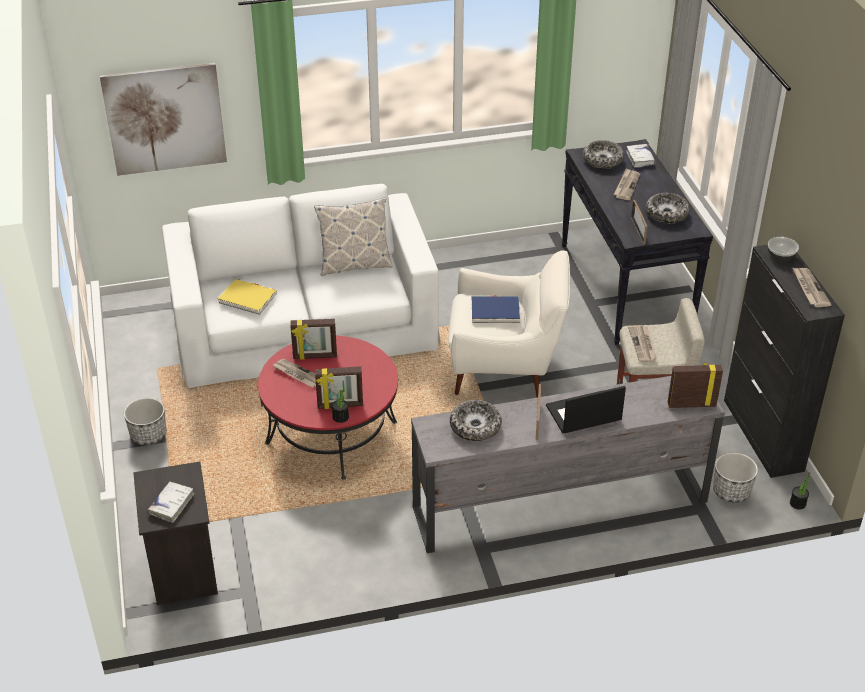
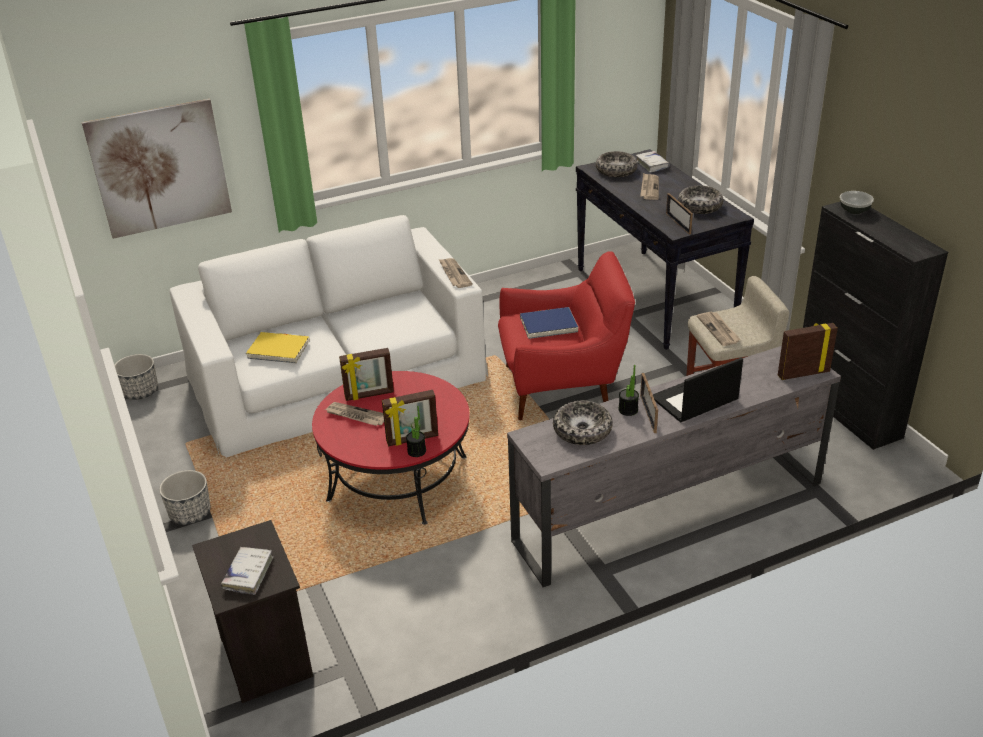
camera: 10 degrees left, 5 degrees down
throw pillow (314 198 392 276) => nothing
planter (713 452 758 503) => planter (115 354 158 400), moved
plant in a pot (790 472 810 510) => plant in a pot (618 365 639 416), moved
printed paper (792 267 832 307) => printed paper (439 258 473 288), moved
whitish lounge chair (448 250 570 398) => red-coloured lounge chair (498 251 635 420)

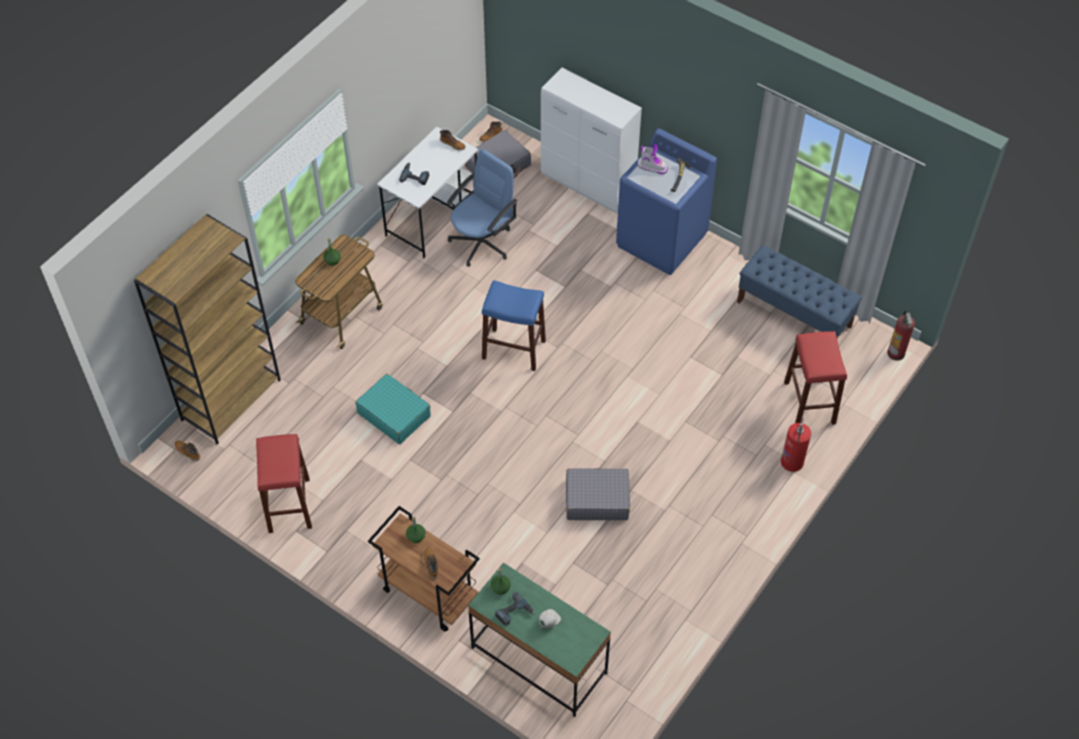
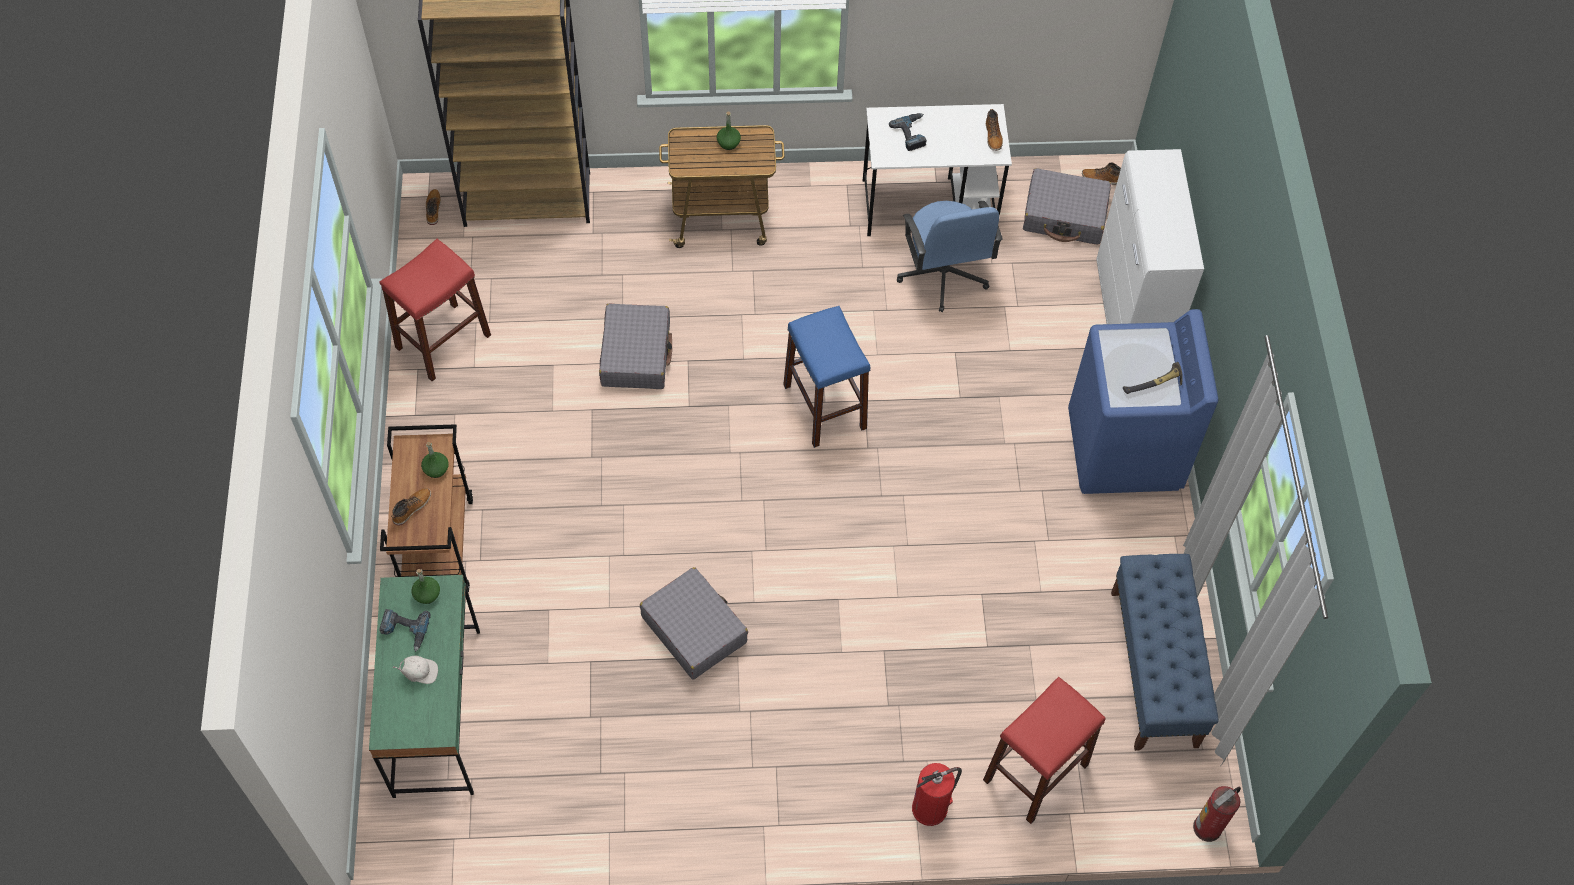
camera: 50 degrees right, 5 degrees up
boot (638 144 668 174) => nothing
blue-green piece of luggage (355 374 431 444) => greyish piece of luggage (599 304 672 389)
blue computer chair (447 149 518 267) => blue computer chair (897 201 1003 312), 75 degrees clockwise

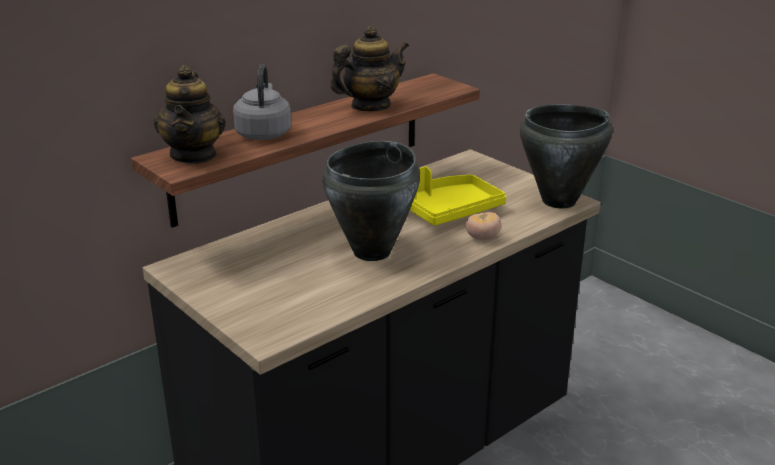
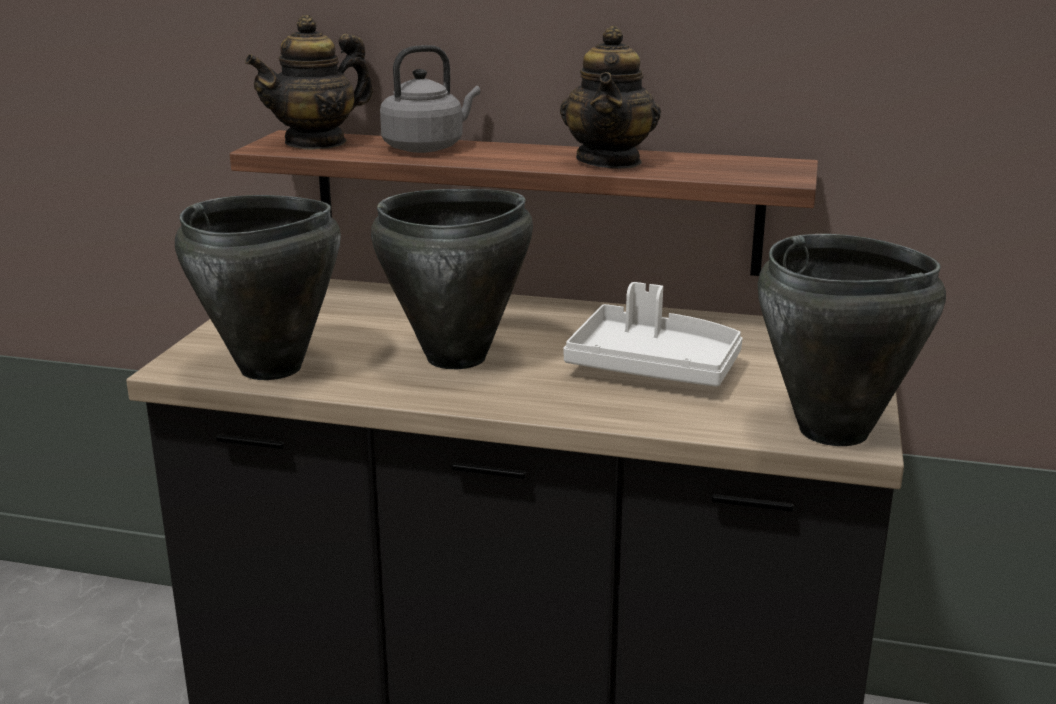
camera: 55 degrees right, 5 degrees down
whole tomato (466 212 501 241) => nothing
nothing => black-coloured saucepot (175 195 341 380)
yellow-coloured tray (410 167 506 226) => whitish tray (563 282 743 387)
pot for tea (330 26 409 111) => pot for tea (560 26 661 169), 75 degrees clockwise

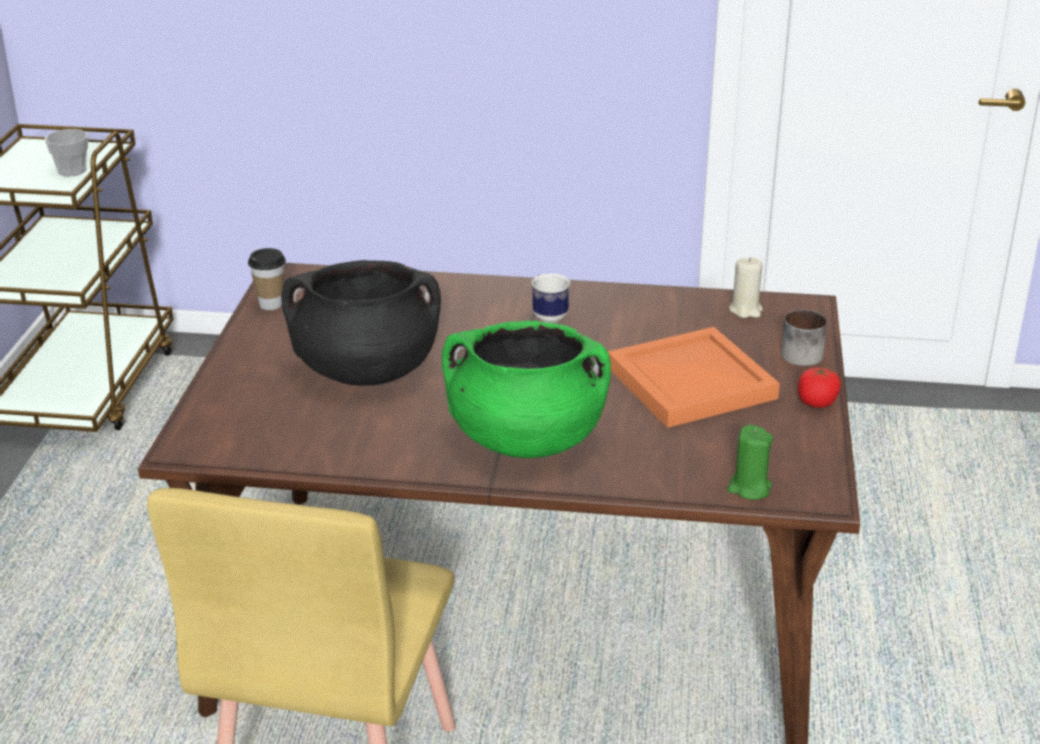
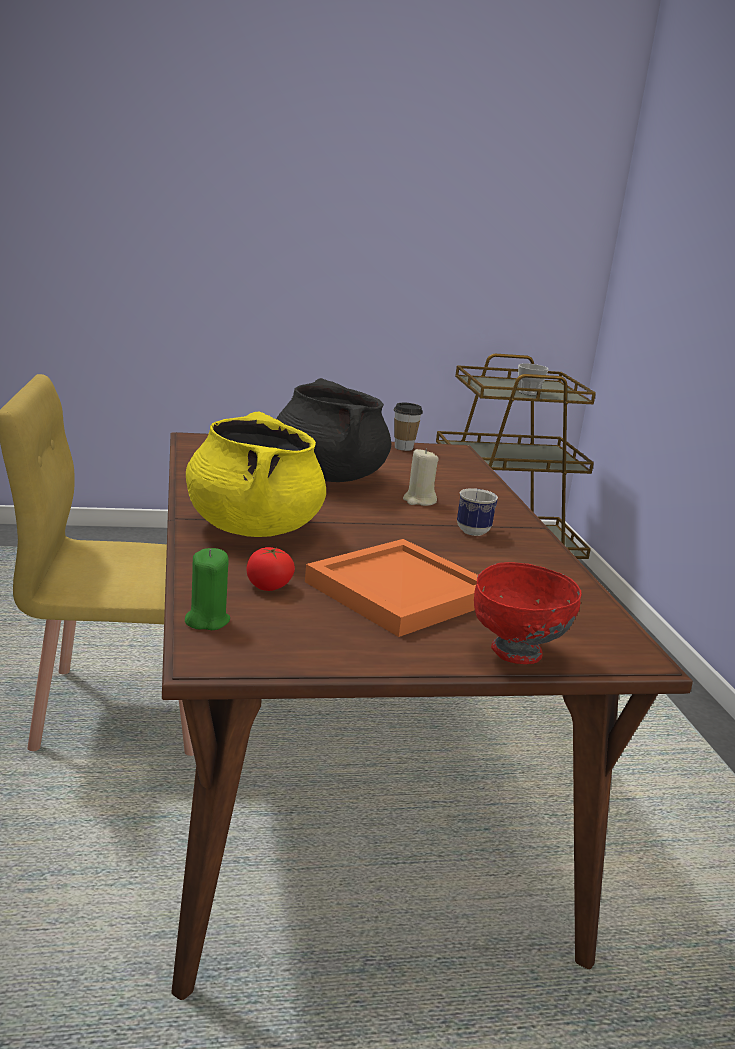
camera: 70 degrees right, 10 degrees down
beige-coloured candle (729 257 763 318) => beige-coloured candle (403 449 439 506), moved
whole tomato (798 367 841 408) => whole tomato (246 547 295 591), moved
tea mug (781 309 827 366) => red-coloured bowl (474 562 581 664)
green-coloured saucepot (442 321 611 458) => yellow-coloured saucepot (186 412 326 537)

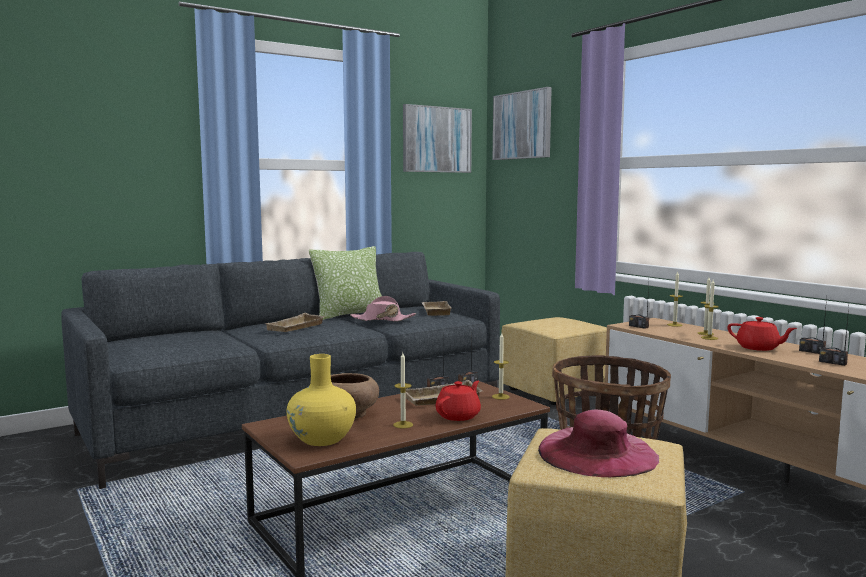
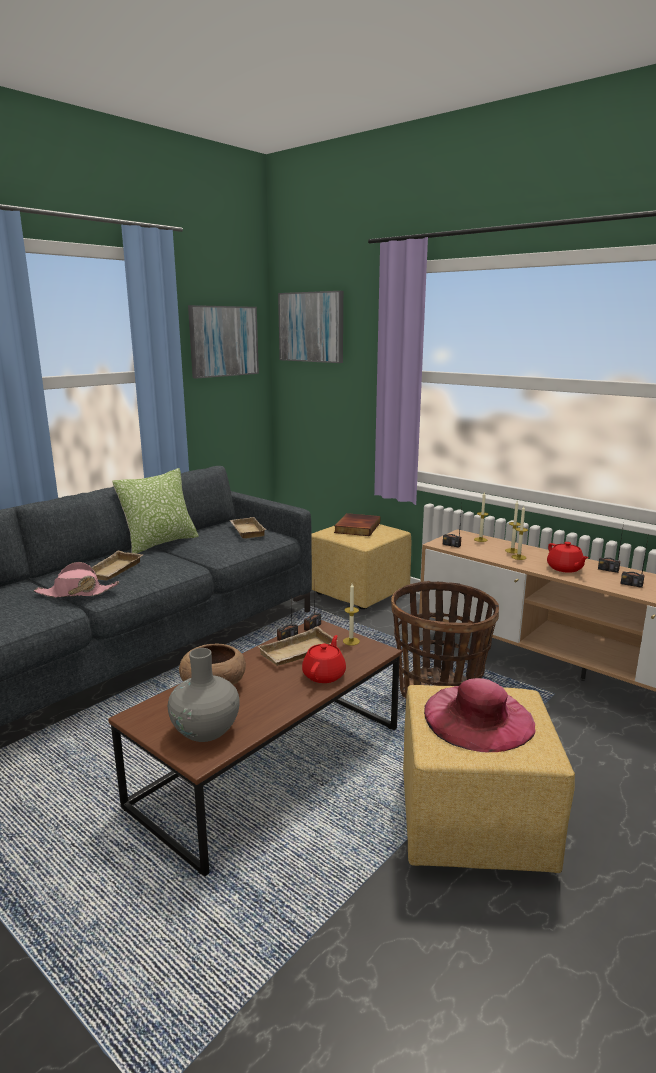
camera: 15 degrees left, 10 degrees up
candle (393 353 413 428) => nothing
nothing => volume (334 513 380 536)
pink-coloured clothing hat (350 296 416 322) => pink-coloured clothing hat (34 562 119 598), moved
yellow-coloured flower vase (287 354 356 446) => greyish flower vase (168 648 240 742)
red-coloured pot for tea (728 317 797 351) => red-coloured pot for tea (547 542 589 573), 45 degrees clockwise

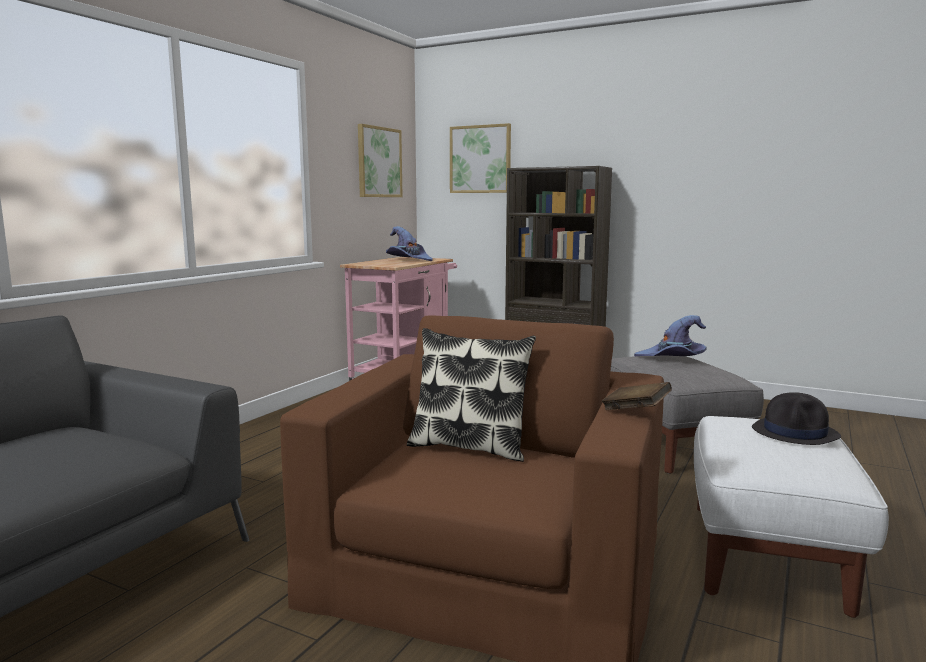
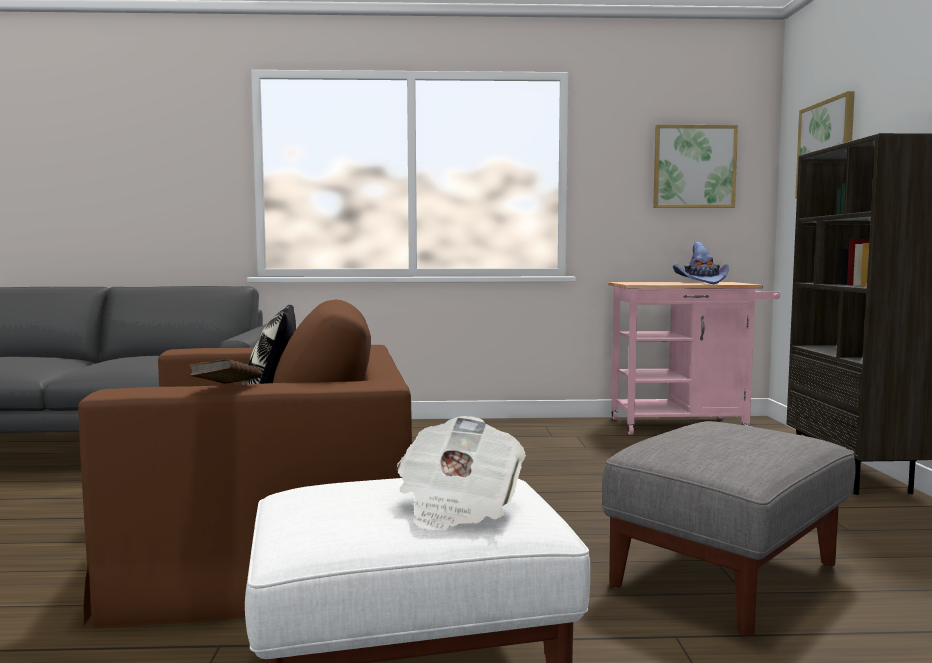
camera: 60 degrees right, 5 degrees down
purplish clothing hat (634 315 707 356) => nothing
black-coloured clothing hat (752 392 841 445) => printed paper (397 416 526 530)

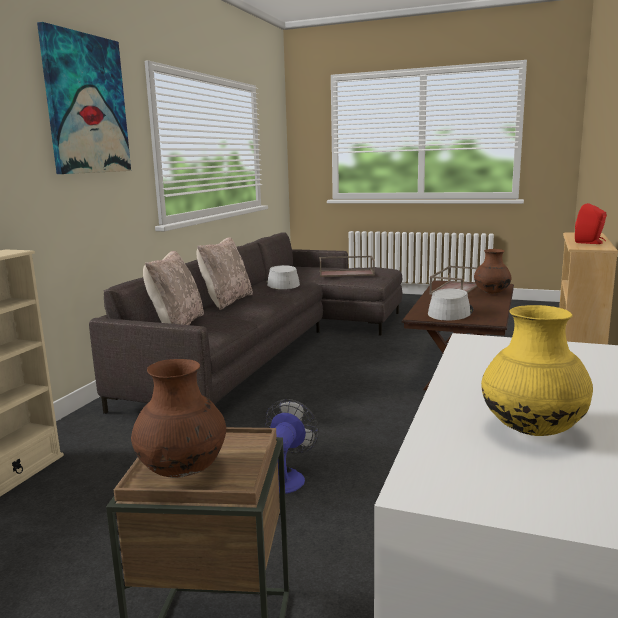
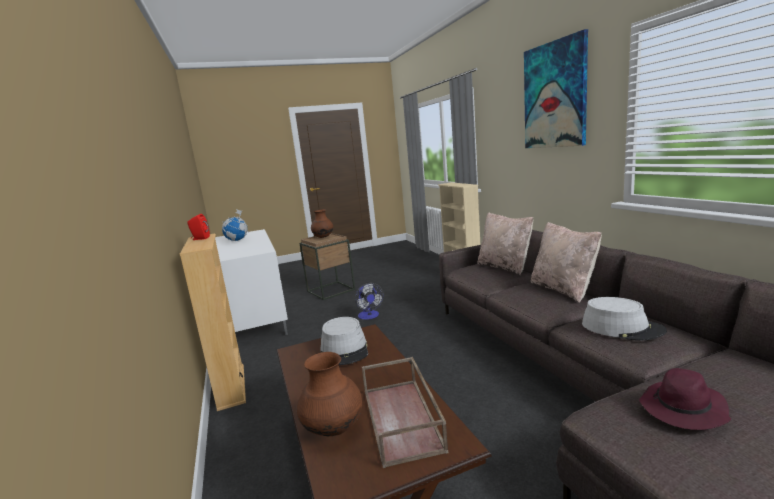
camera: 140 degrees right, 0 degrees up
brown tray (319 256 375 277) => purplish clothing hat (639 368 731 430)
yellow-coloured flower vase (481 305 593 436) => world globe (222 209 249 241)

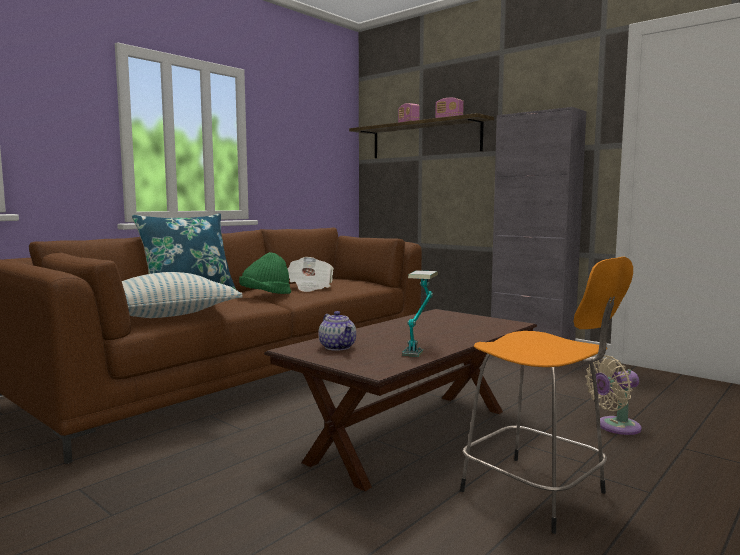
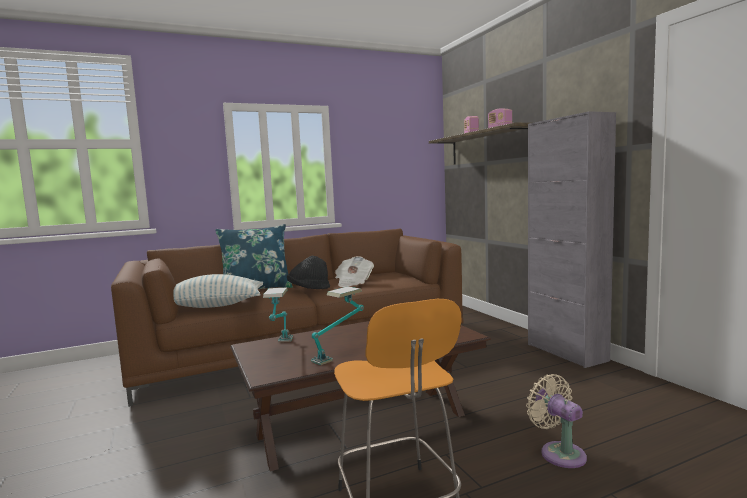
camera: 25 degrees right, 0 degrees up
pot for tea (318 311 356 351) => table lamp (263 287 293 342)
green-coloured clothing hat (239 252 291 294) => black-coloured clothing hat (287 256 330 289)
beige-coloured cooling fan (585 355 642 435) => beige-coloured cooling fan (526 374 587 468), 60 degrees clockwise

